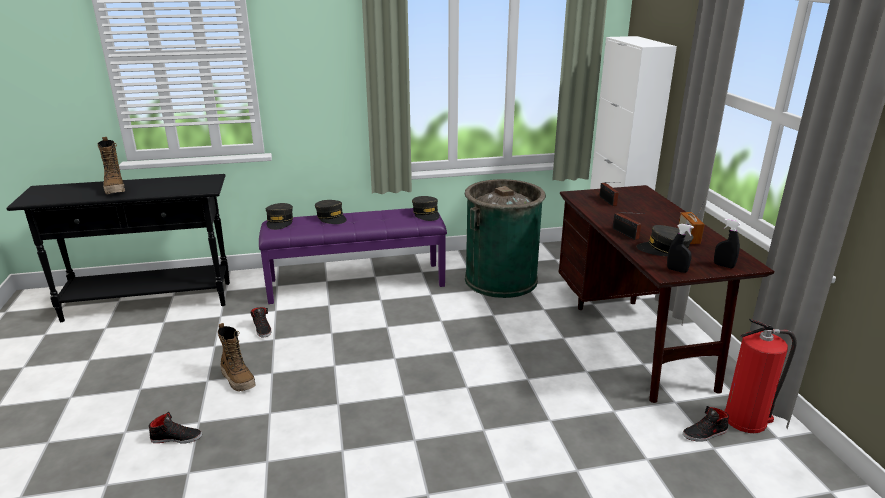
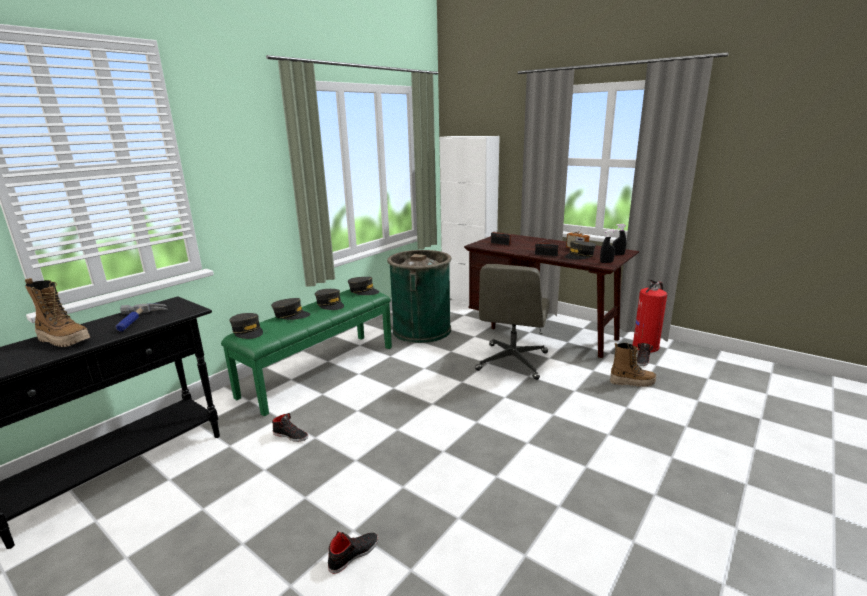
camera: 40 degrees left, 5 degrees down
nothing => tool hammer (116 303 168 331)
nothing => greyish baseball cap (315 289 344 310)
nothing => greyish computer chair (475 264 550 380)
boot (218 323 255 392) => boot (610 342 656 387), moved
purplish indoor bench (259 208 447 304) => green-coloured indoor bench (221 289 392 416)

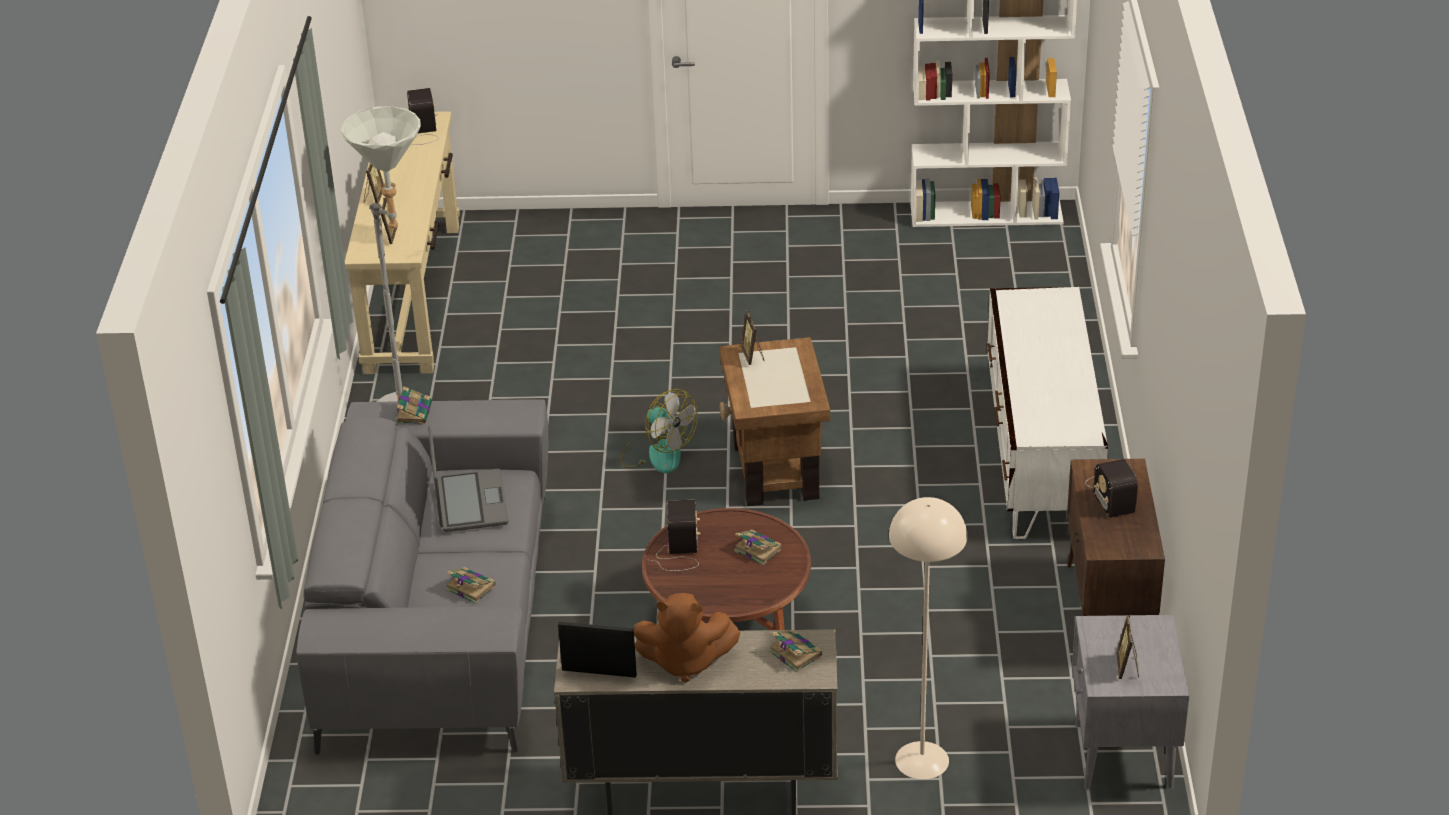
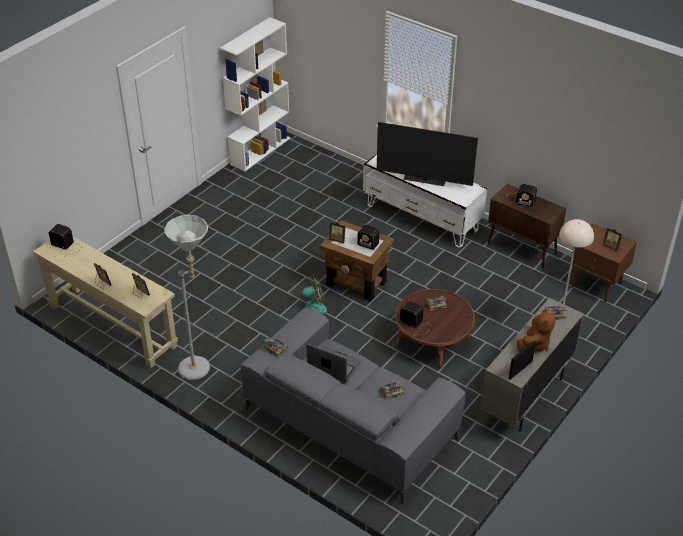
camera: 55 degrees left, 5 degrees up
nothing => radio set (349 225 379 250)
nothing => television (377 122 478 186)
greyish nightstand (1072 615 1190 790) => brown nightstand (570 223 637 303)

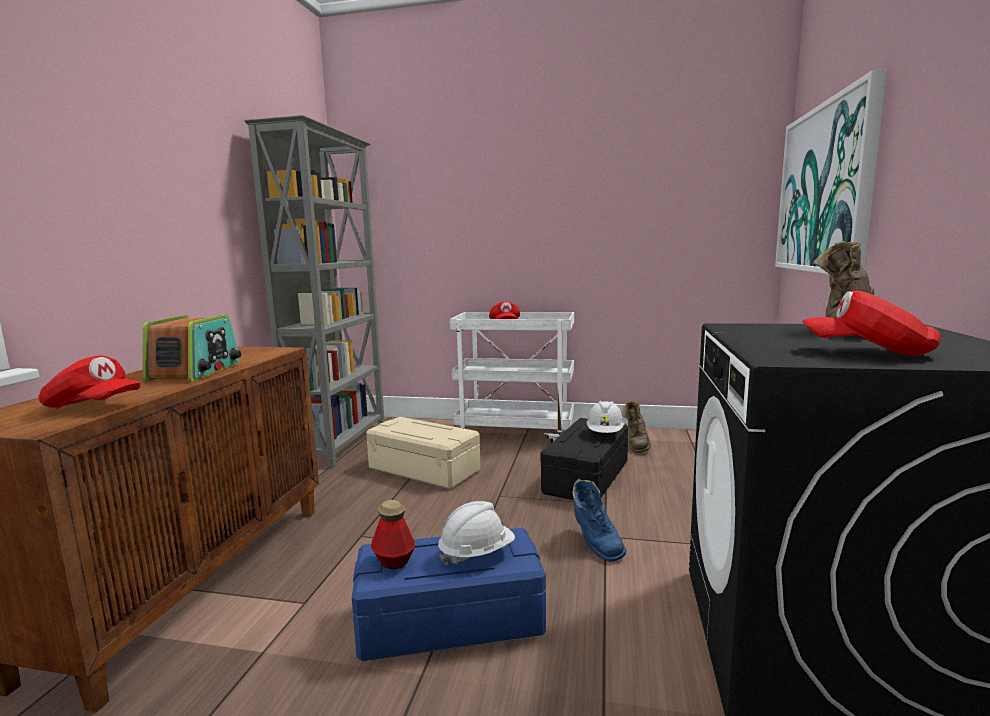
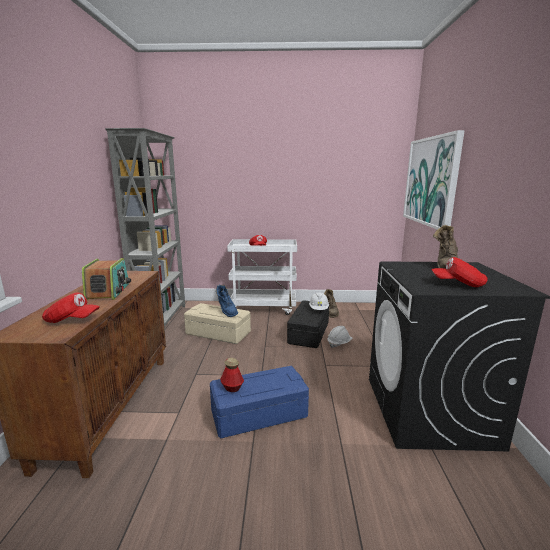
camera: 10 degrees left, 5 degrees up
whitish safety helmet (438 501 515 566) => whitish safety helmet (327 326 352 348), moved
blue boot (572 479 627 562) => blue boot (216 285 238 317), moved

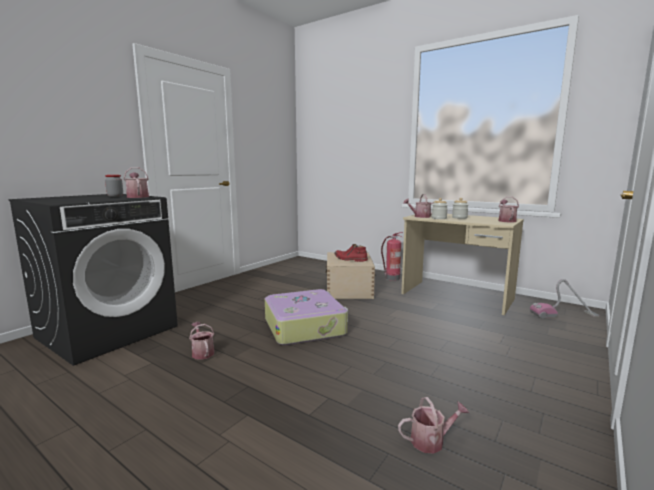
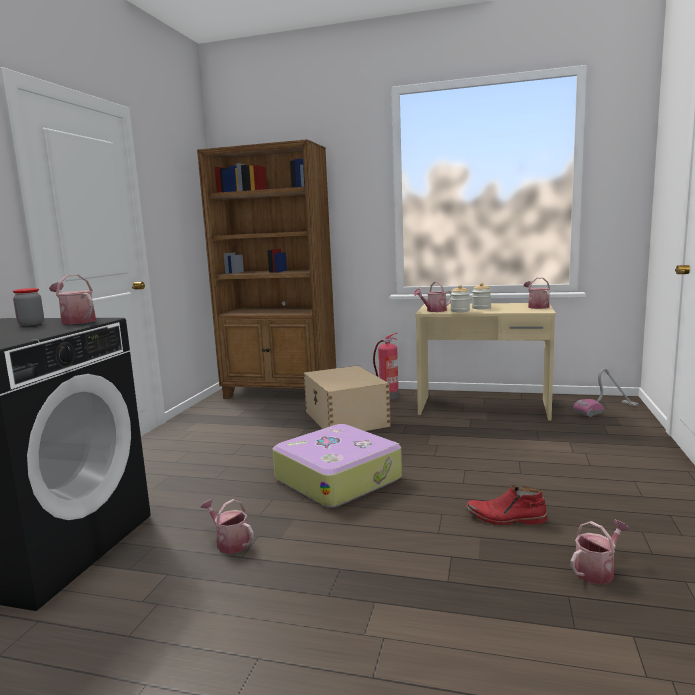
camera: 20 degrees left, 0 degrees up
nothing => brown shelving unit (197 139 336 399)
red-coloured boot (334 244 368 262) => red-coloured boot (465 485 548 525), moved

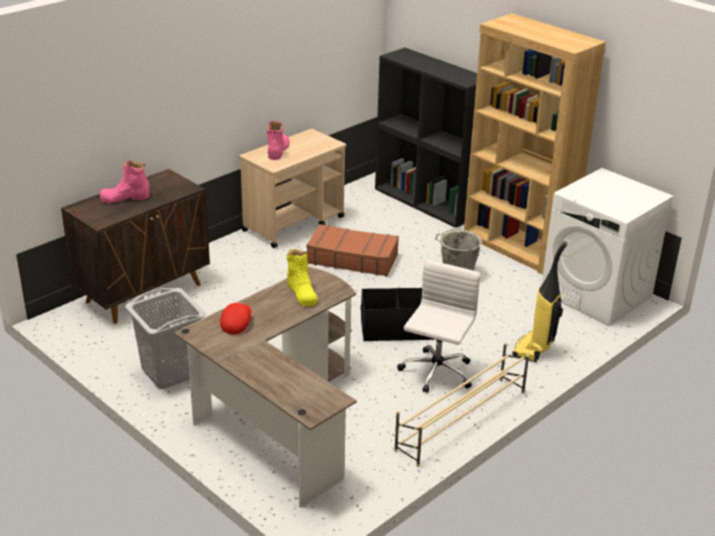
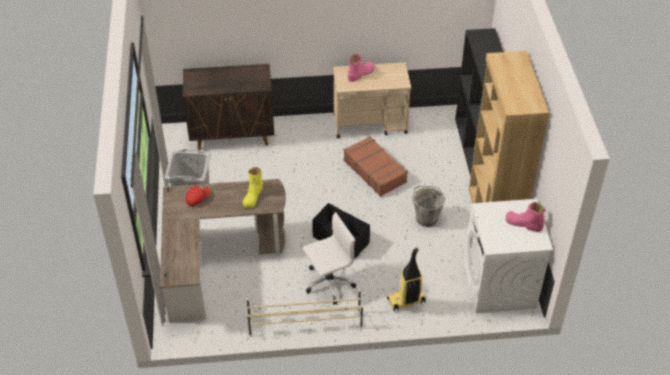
camera: 40 degrees right, 15 degrees up
pink-coloured boot (100 160 150 203) => pink-coloured boot (506 202 546 232), moved

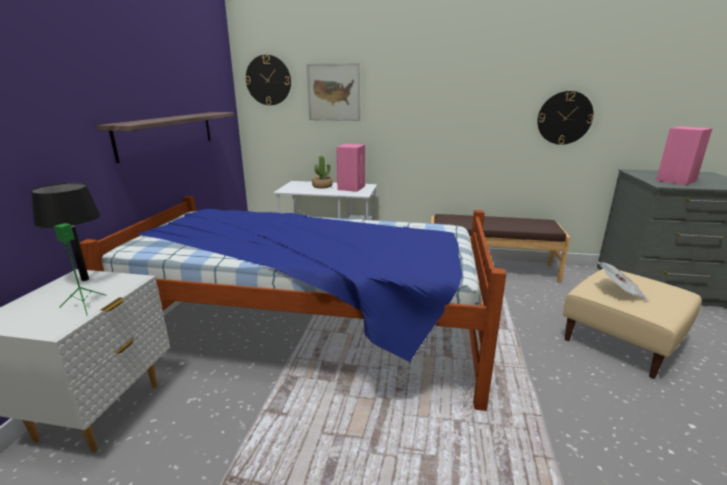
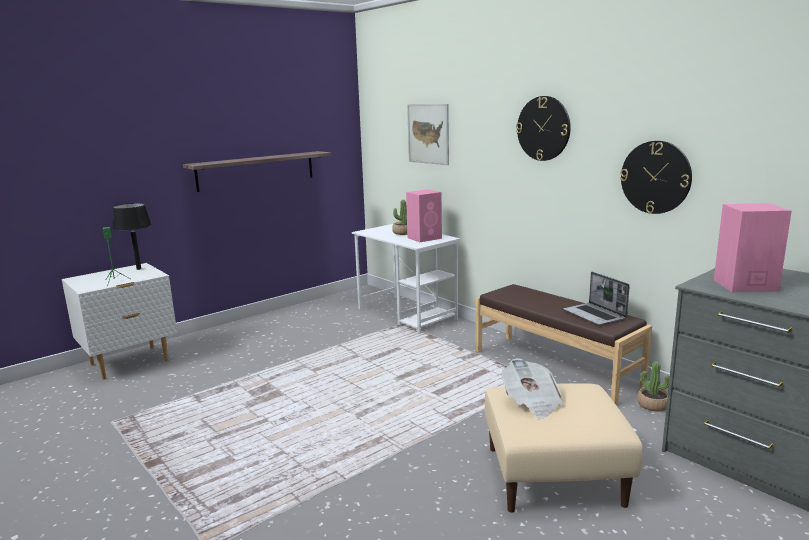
camera: 40 degrees right, 5 degrees down
bed (80 196 506 411) => nothing
nothing => laptop (563 272 630 325)
nothing => plant in a pot (637 361 670 412)
hanging clock (245 55 291 105) => hanging clock (516 96 571 161), moved

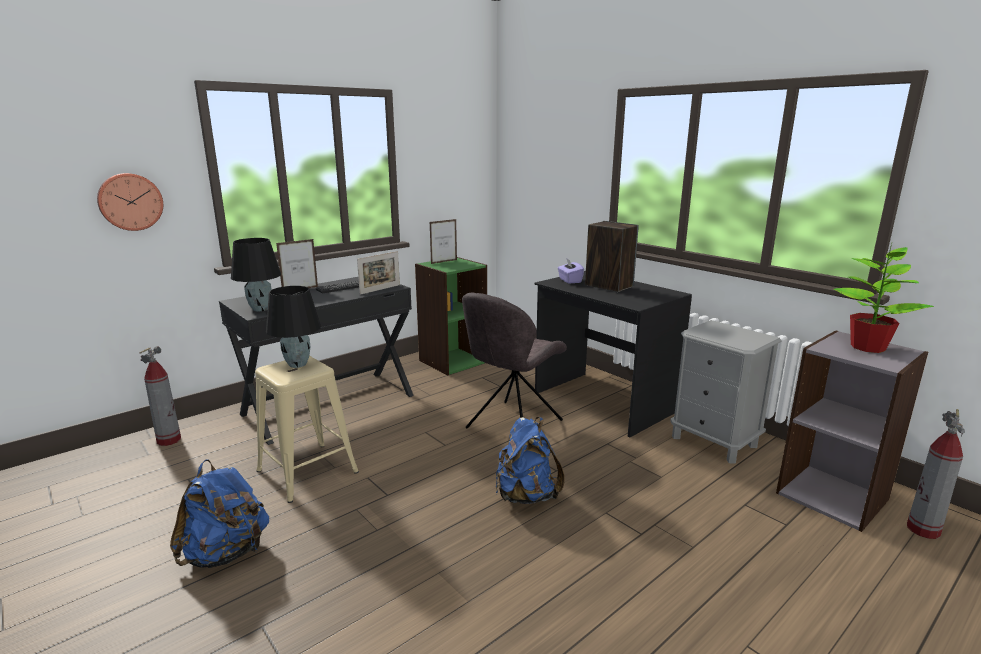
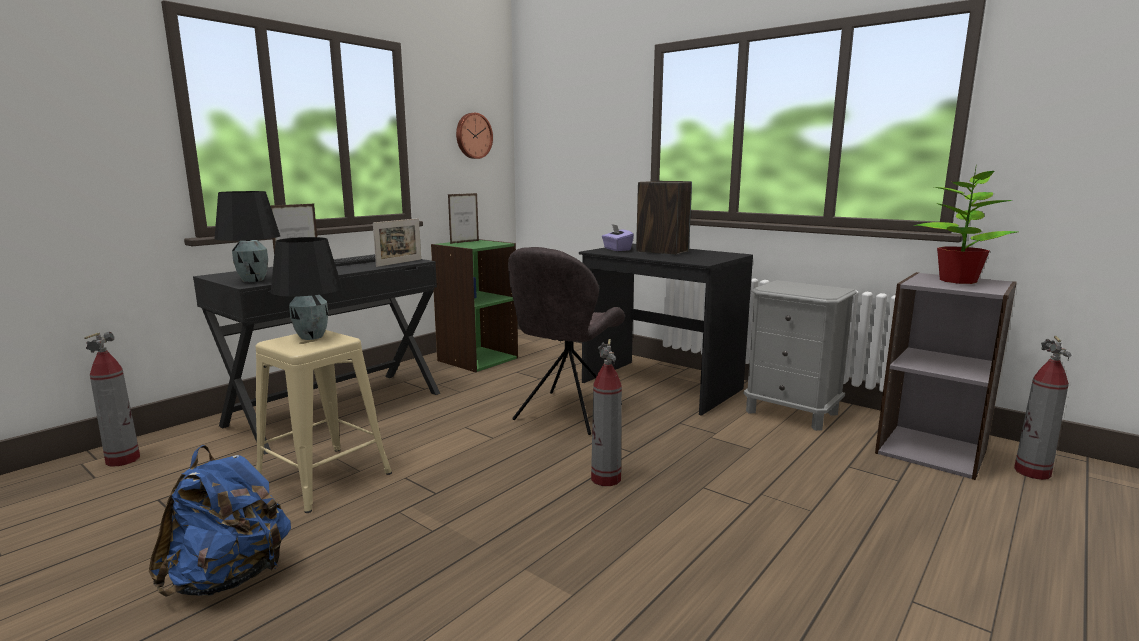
camera: 10 degrees left, 5 degrees down
hanging clock (97 173 163 231) => hanging clock (456 113 493 159), moved
blue rucksack (496 417 564 504) => fire-fighting cylinder (591 339 622 486)

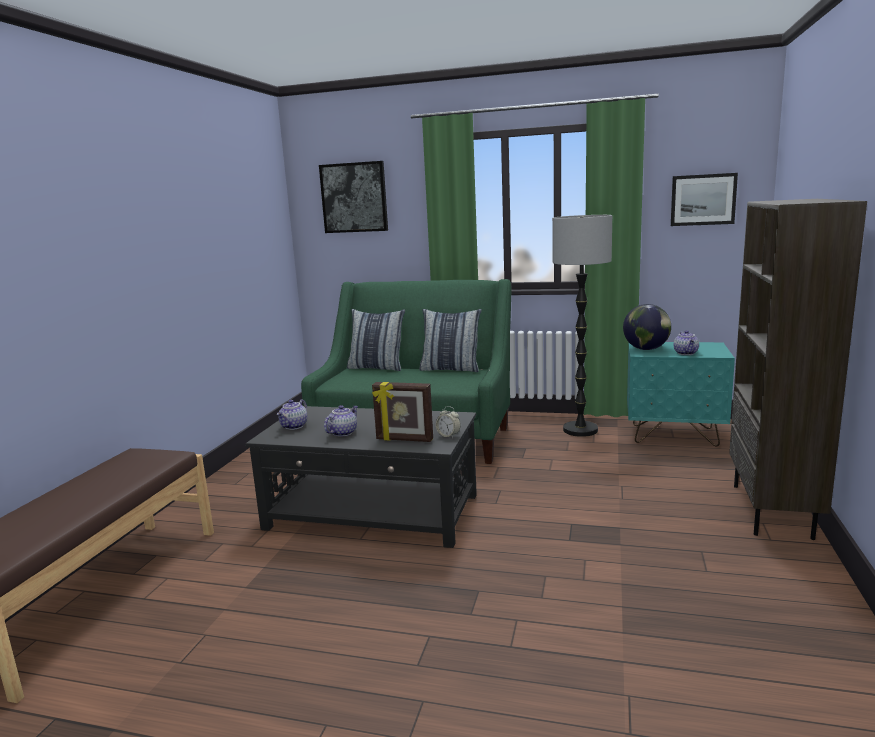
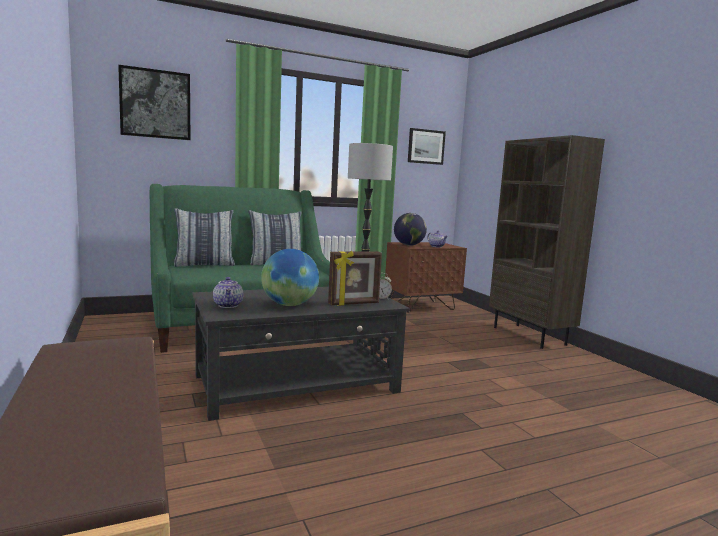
camera: 40 degrees left, 5 degrees down
pot for tea (324 405 358 436) => world globe (261 249 319 306)
blue-green nightstand (627 342 735 447) => brown nightstand (385 242 467 313)

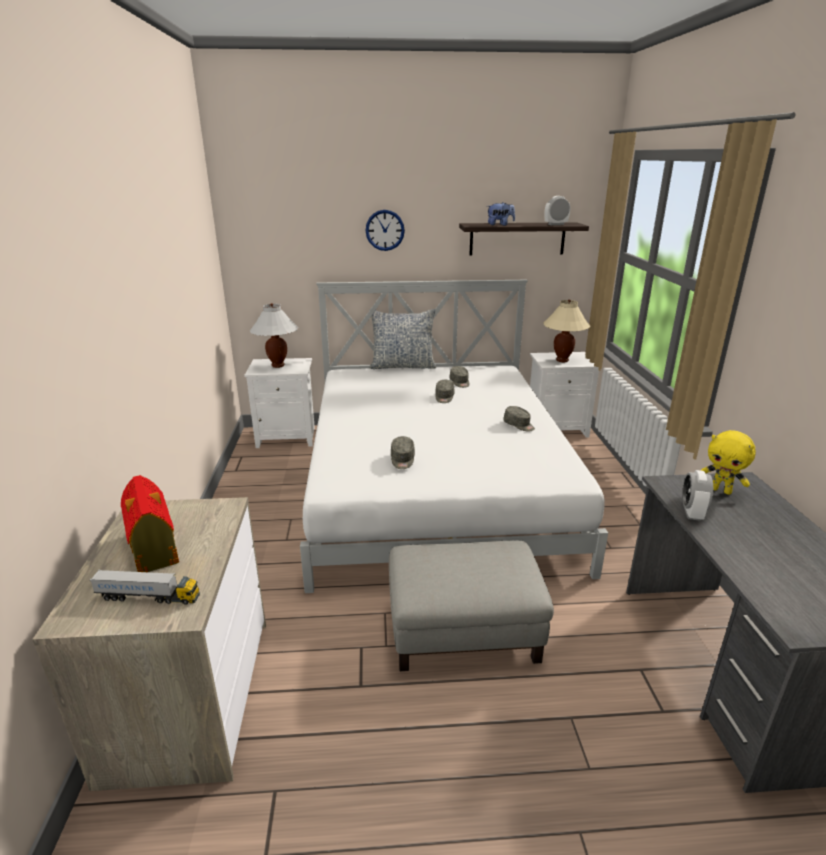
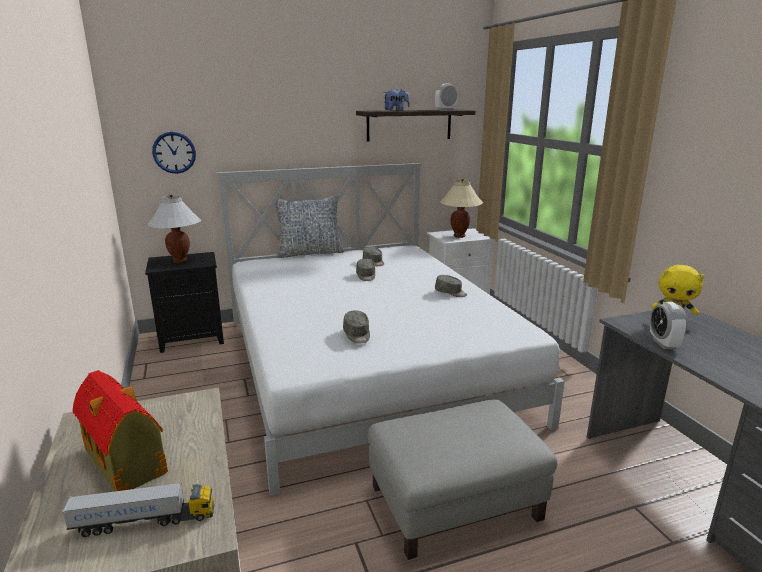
camera: 15 degrees left, 5 degrees down
hanging clock (366 210 405 251) => hanging clock (152 132 196 174), moved
whitish nightstand (244 358 315 448) => black-coloured nightstand (145 252 224 353)

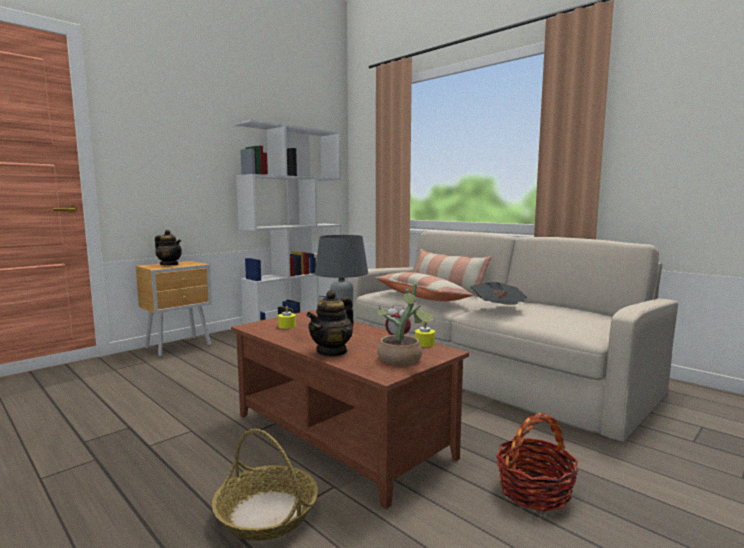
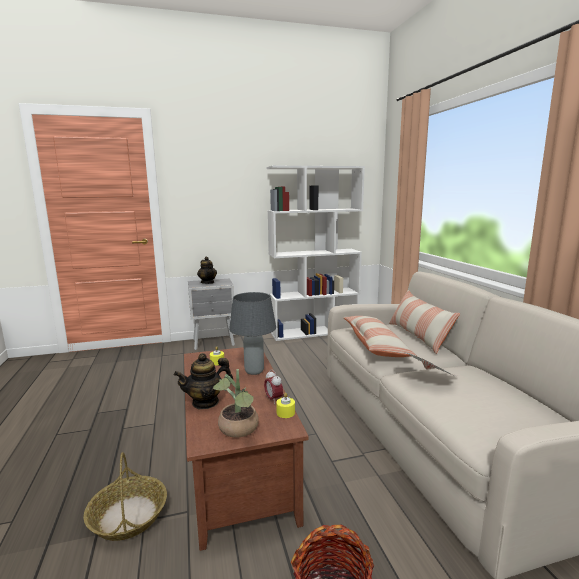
camera: 30 degrees right, 5 degrees up
brown nightstand (136 261 212 357) => greyish nightstand (188 278 235 350)

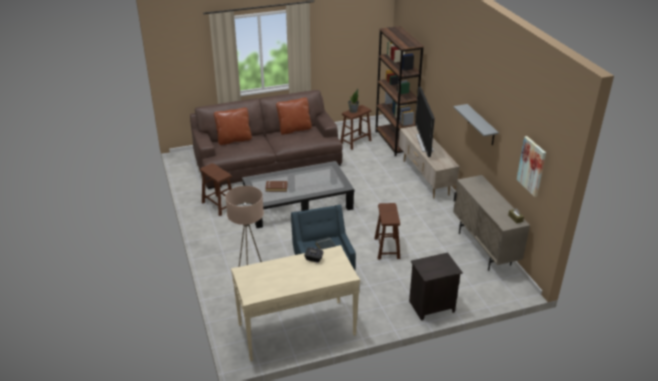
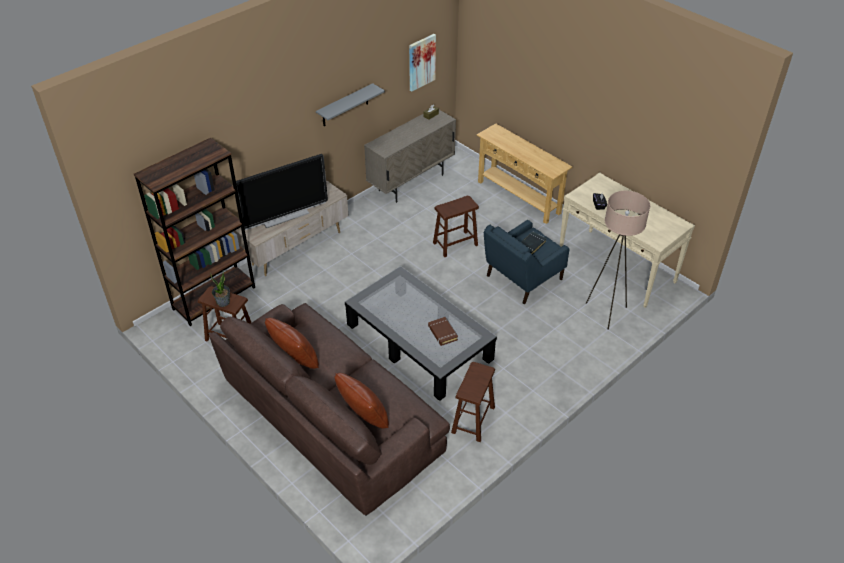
camera: 115 degrees left, 10 degrees up
black-coloured nightstand (409 253 463 321) => beige-coloured hall table (476 123 572 224)

